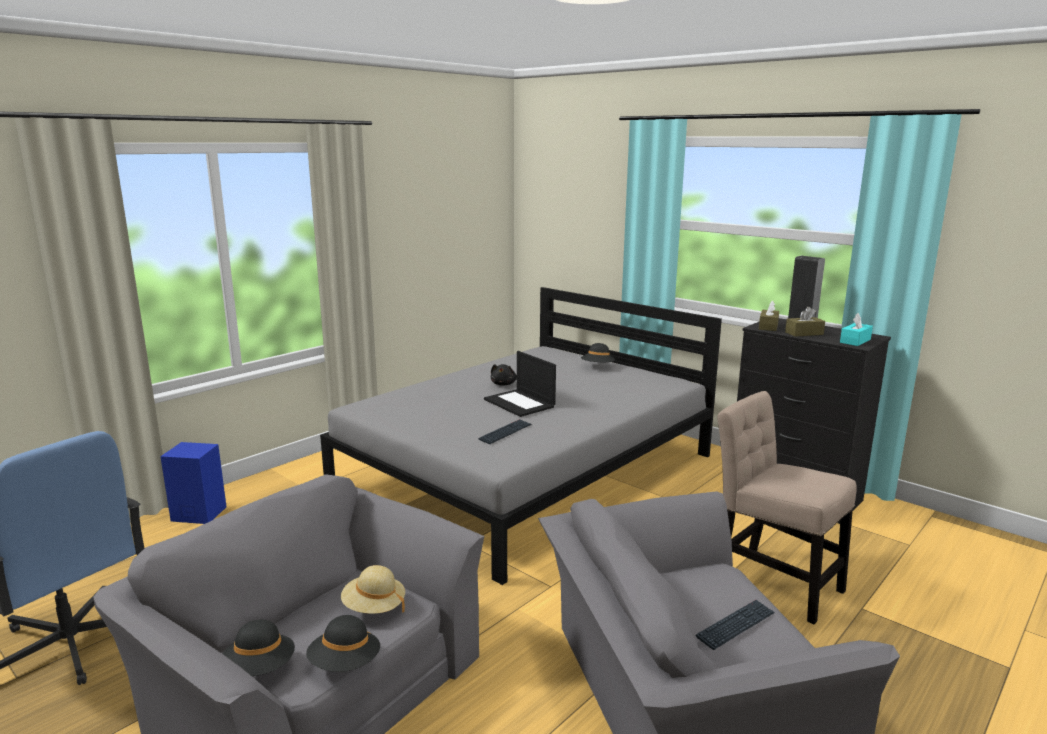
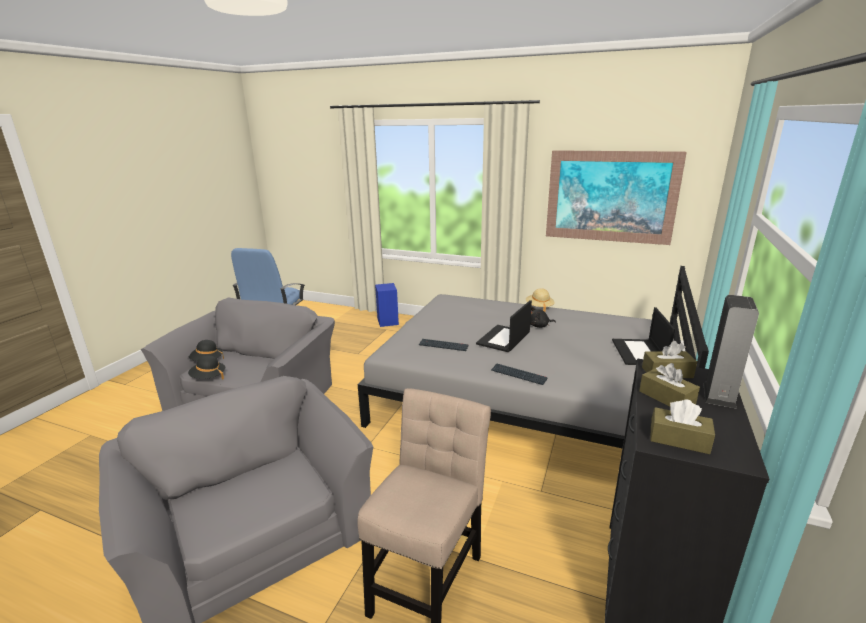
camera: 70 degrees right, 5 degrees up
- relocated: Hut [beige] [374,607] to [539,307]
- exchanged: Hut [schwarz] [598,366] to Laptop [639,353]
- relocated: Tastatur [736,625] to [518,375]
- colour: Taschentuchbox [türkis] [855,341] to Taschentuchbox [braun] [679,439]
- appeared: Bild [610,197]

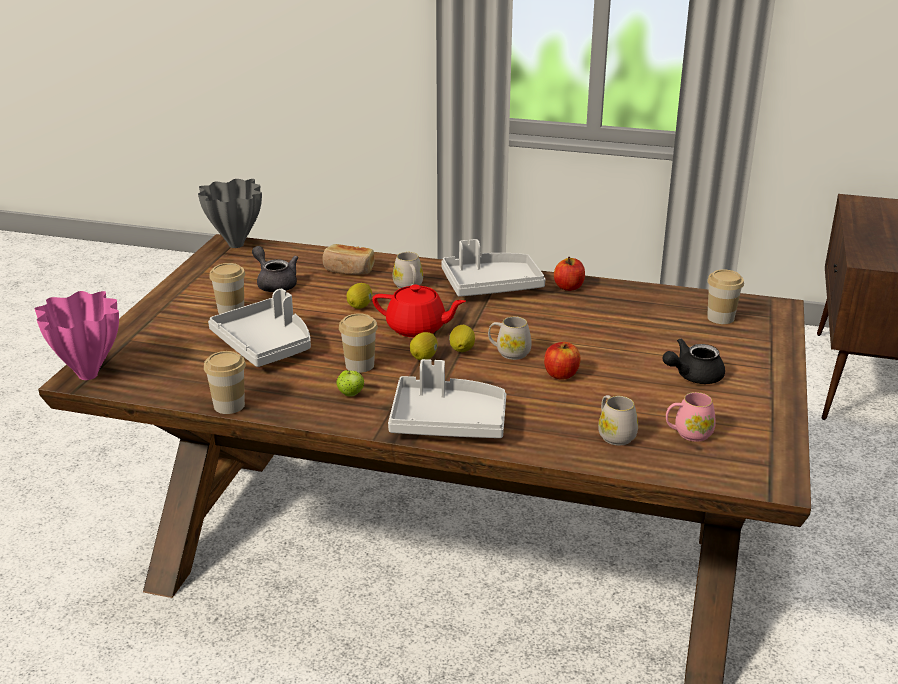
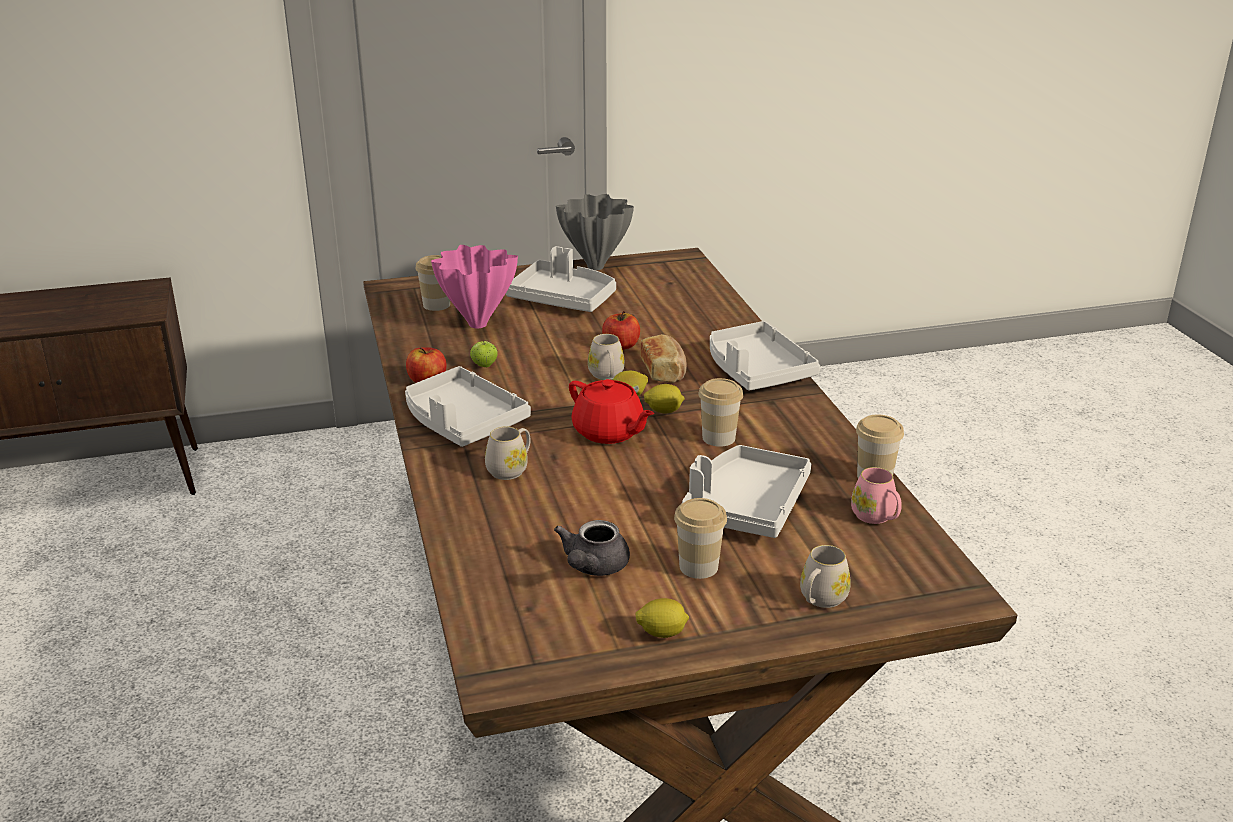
camera: 120 degrees left, 0 degrees up
- relocated: Vase [rosa] [89,374] to [476,324]
- relocated: Vase [grau] [235,245] to [597,267]
- relocated: Brot [349,270] to [664,370]
- relocated: Apfel [351,394] to [484,365]
- relocated: Zitrone [360,306] to [661,633]
- spun: Teekanne [rot] [417,328] = [609,432] 150 degrees clockwise
- relocated: Henkelbecher [weiß] [614,434] to [820,600]
- exchanged: Teekanne [schwarz] [692,376] to Tablett [grau] [563,299]
- relocated: Henkelbecher [rosa] [688,433] to [876,517]

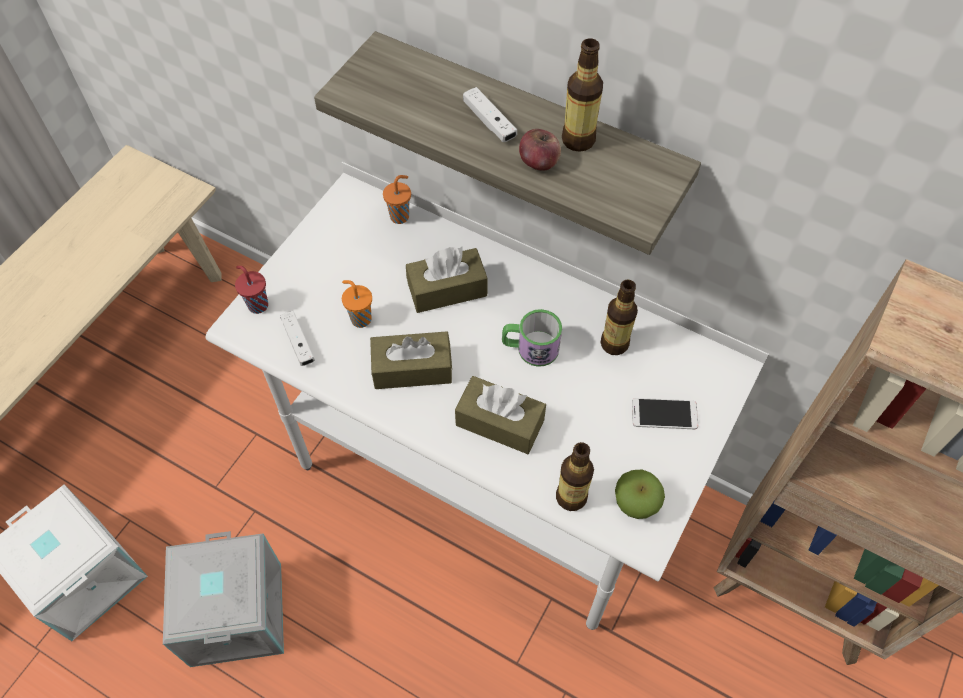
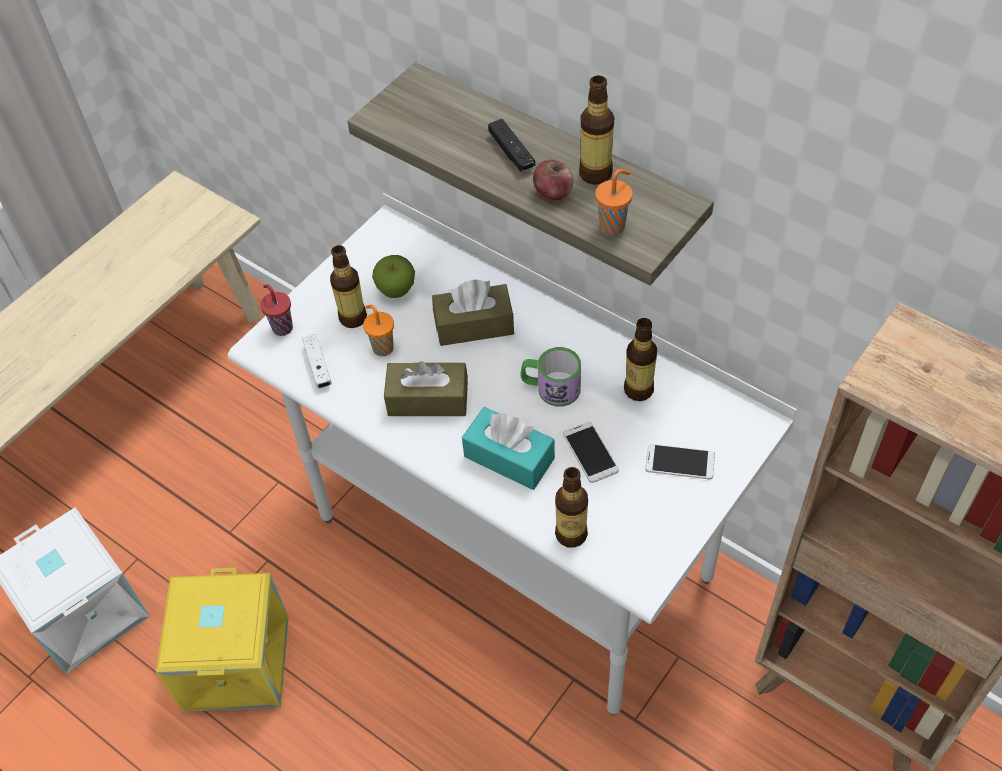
camera: 10 degrees right, 5 degrees down
- colour: Aufbewahrungsbox [grau] [234,613] to Aufbewahrungsbox [gelb] [234,662]
- relocated: Tasse [orange] [400,216] to [613,226]
- colour: Taschentuchbox [braun] [500,422] to Taschentuchbox [türkis] [509,457]
- colour: Gamepad [weiß] [489,122] to Gamepad [schwarz] [511,152]
- relocated: Apfel [635,504] to [396,290]
- appeared: Flasche [353,318]
- appeared: Handy [590,452]

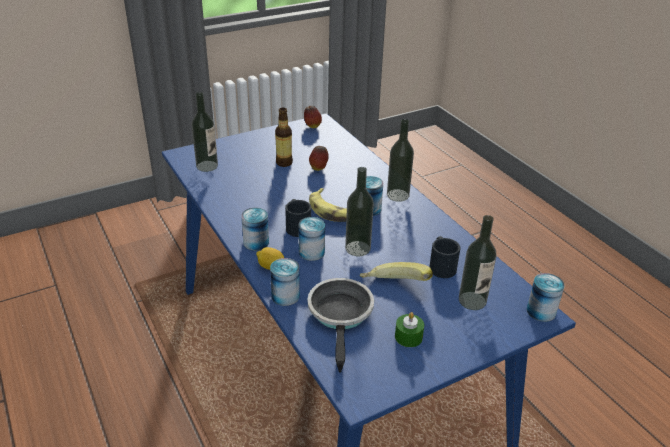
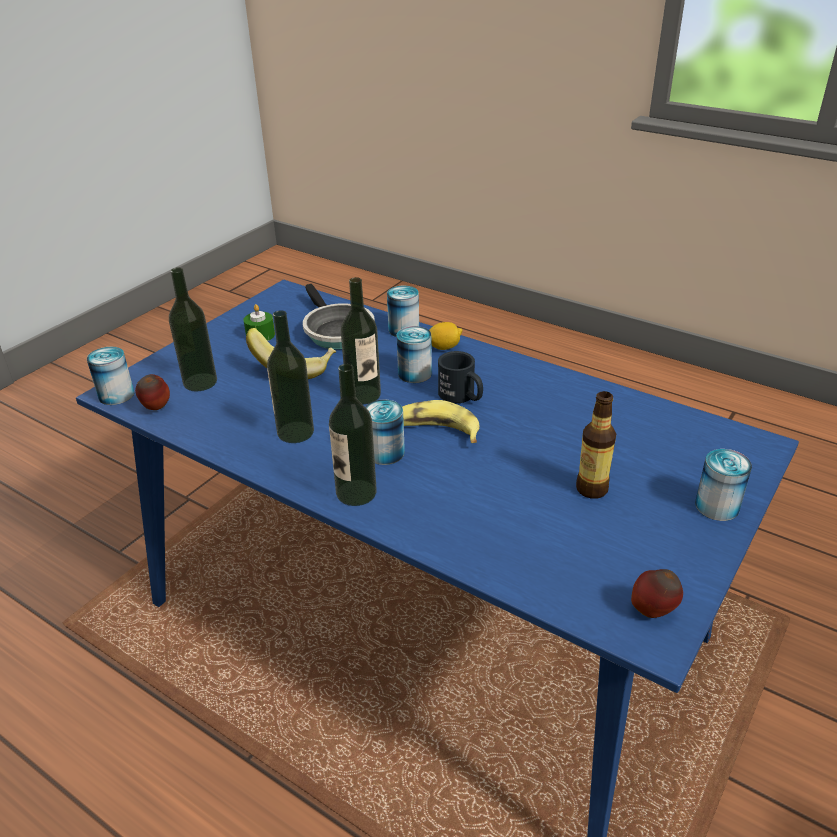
camera: 155 degrees right, 0 degrees up
- relocated: Flasche [207,166] to [295,432]
- relocated: Dose [256,242] to [717,506]
- relocated: Apfel [319,168] to [156,409]
- missing: Henkelbecher [schwarz] [441,265]

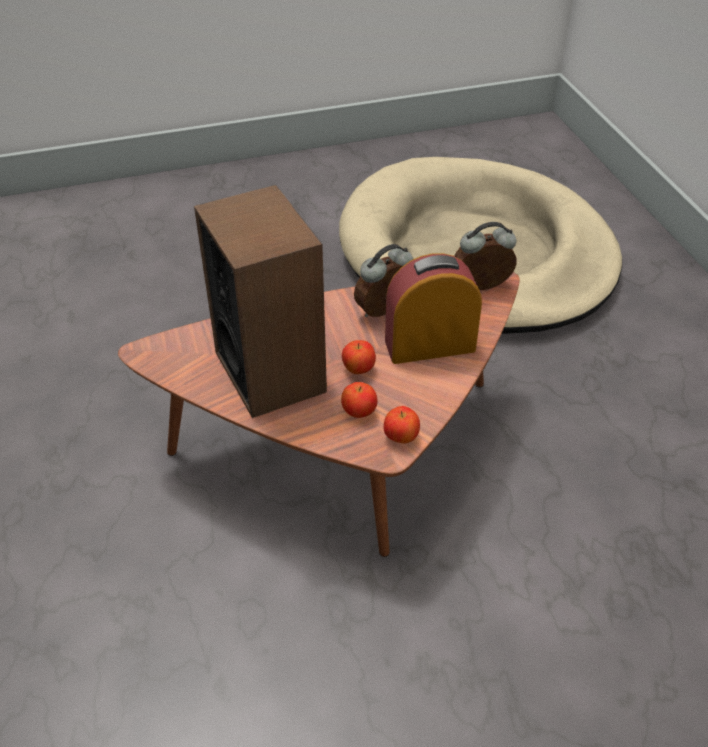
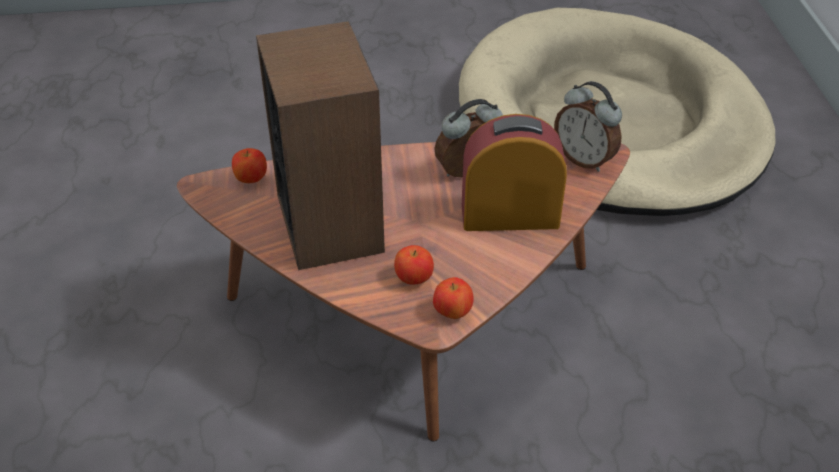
camera: 10 degrees right, 0 degrees up
- relocated: Apfel [358,369] to [251,179]
- spun: Wecker [482,288] = [584,159] 135 degrees counterclockwise

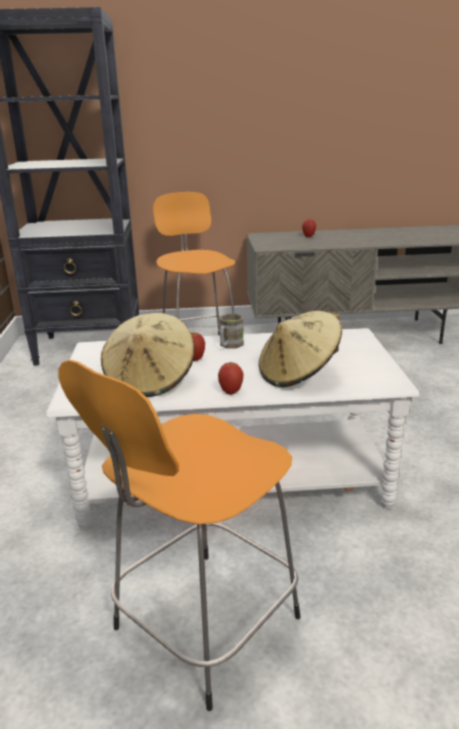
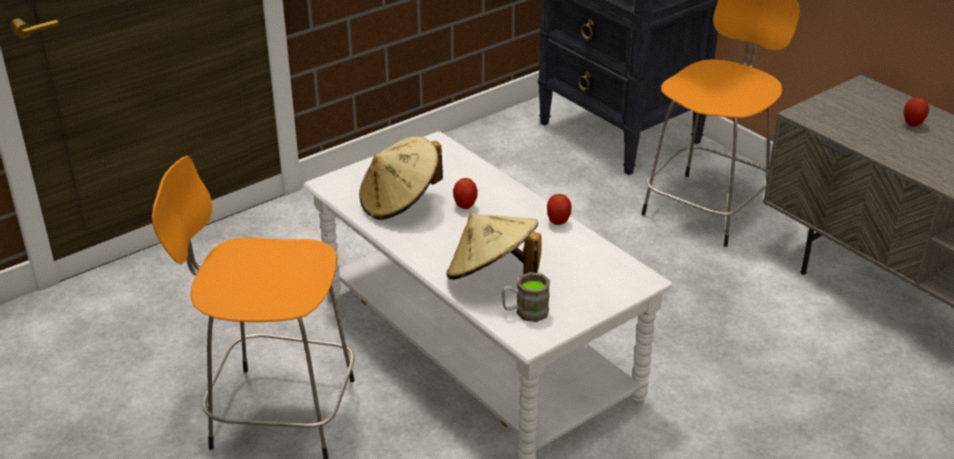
camera: 55 degrees right, 10 degrees up
- relocated: Apfel [231,392] to [558,222]
- relocated: Henkelbecher [braun] [229,345] to [525,312]

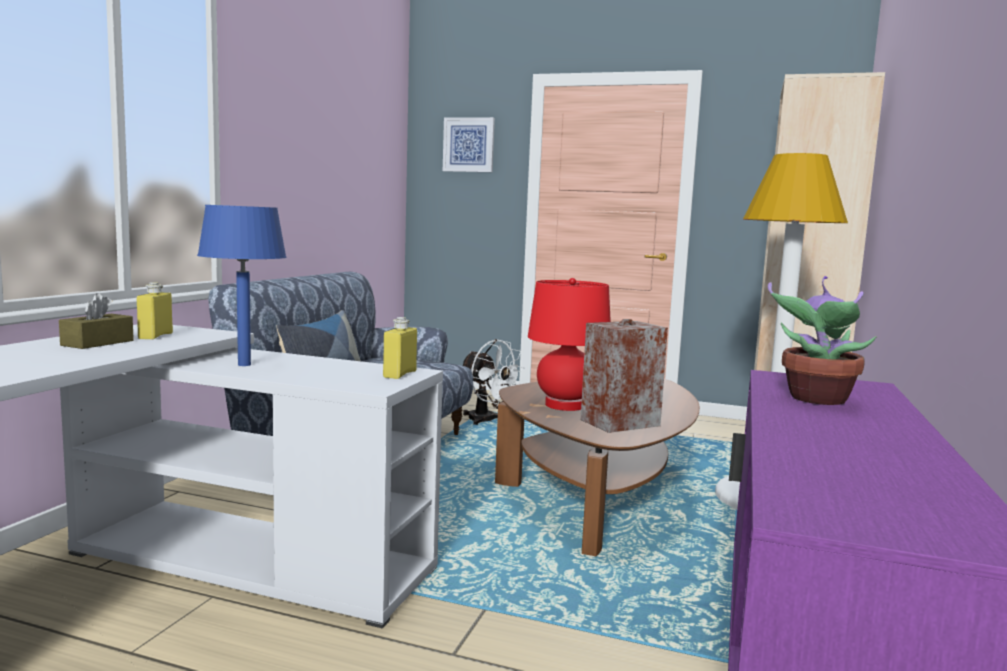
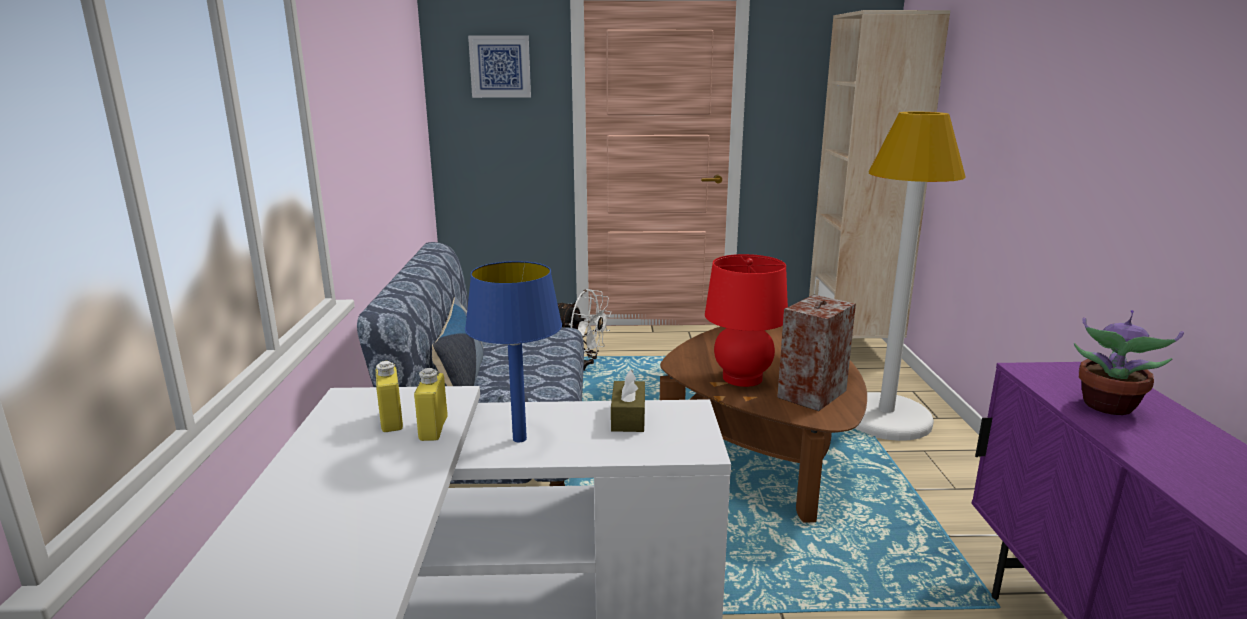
camera: 20 degrees left, 10 degrees up
- relocated: Taschentuchbox [braun] [97,343] to [628,417]
- relocated: Flasche [gelb] [400,374] to [433,429]

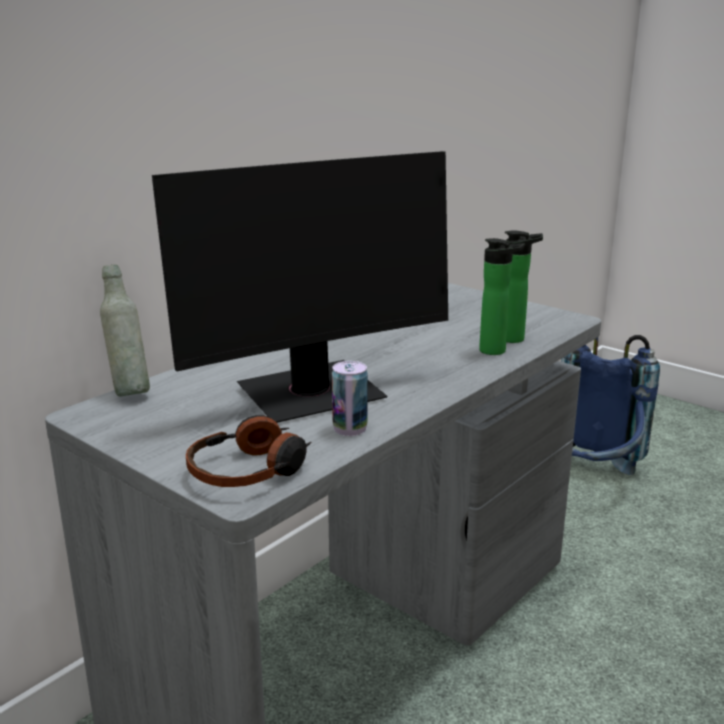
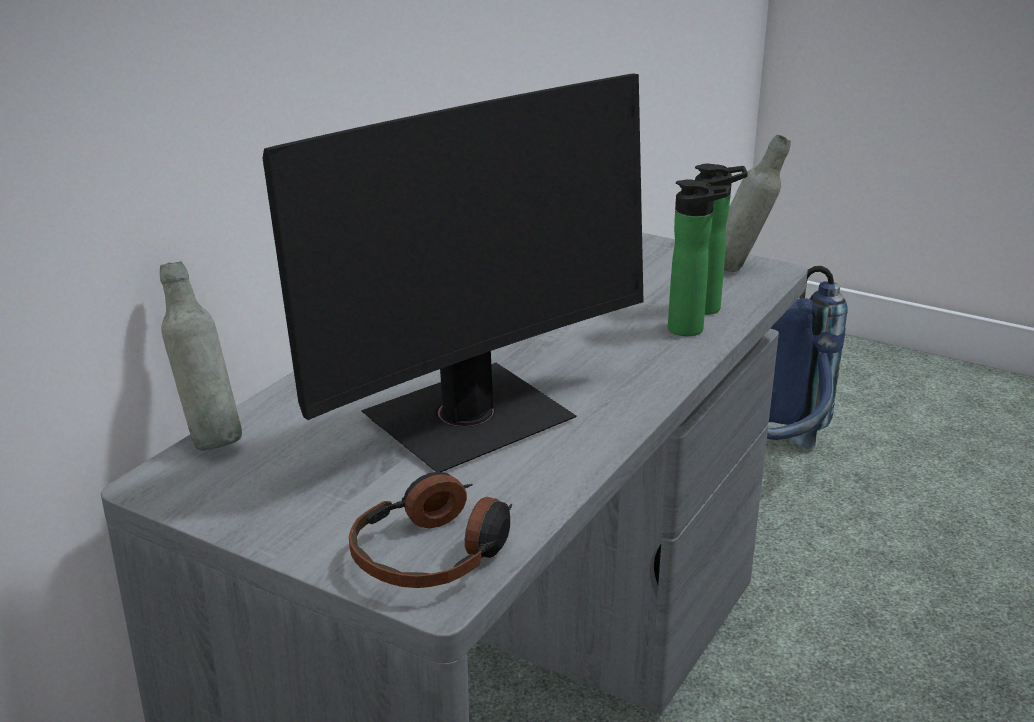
camera: 10 degrees left, 5 degrees up
- missing: Dose [350,428]
- appeared: Flasche [grau] [742,269]

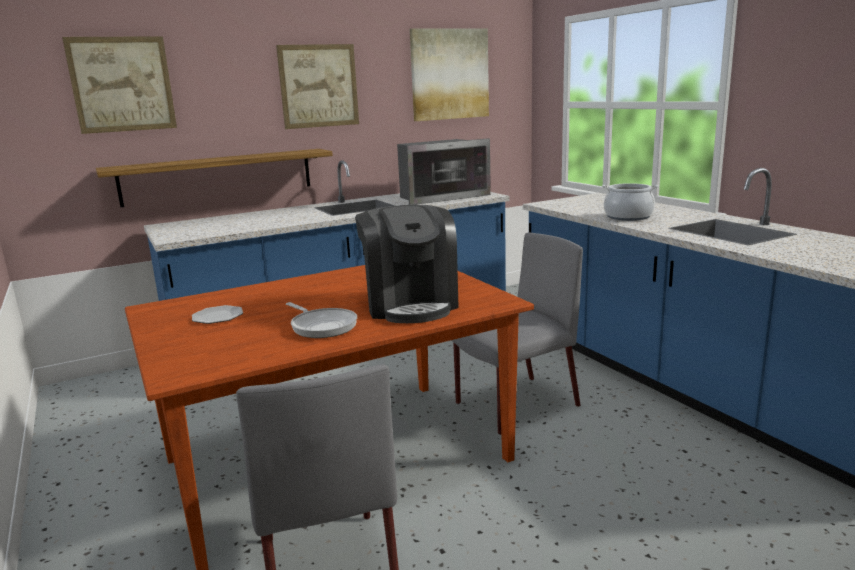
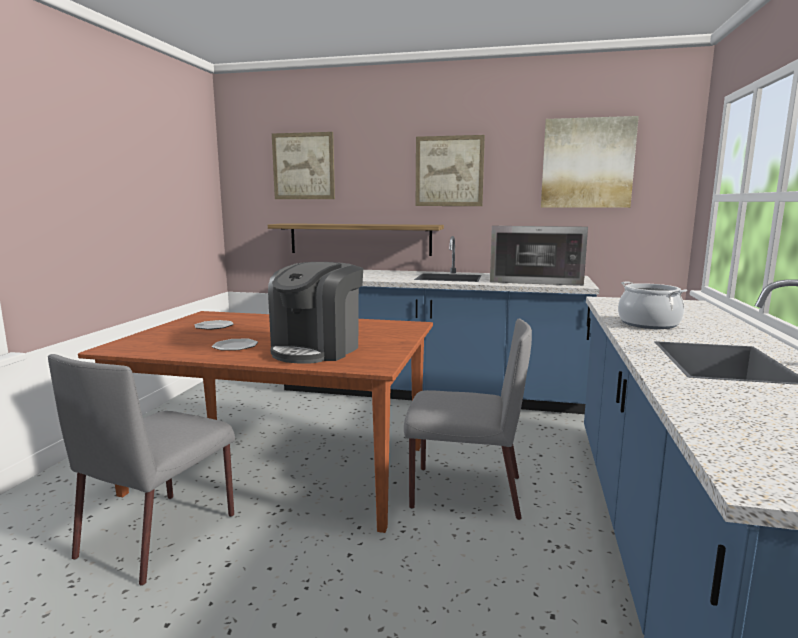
camera: 40 degrees right, 5 degrees down
- exchanged: Pfanne [322,326] to Teller [235,346]

